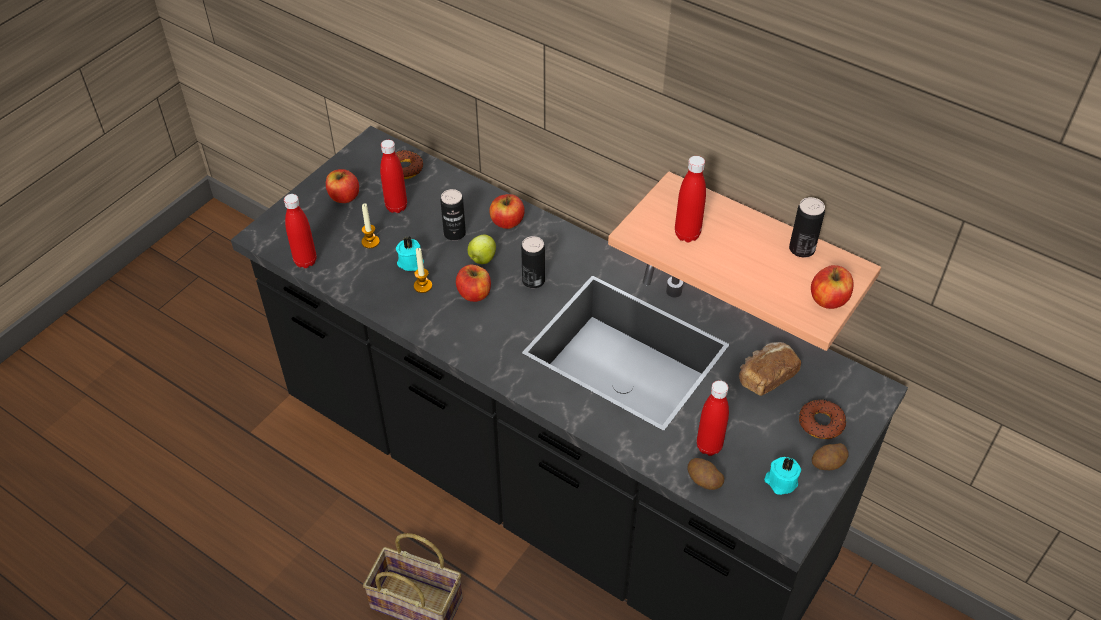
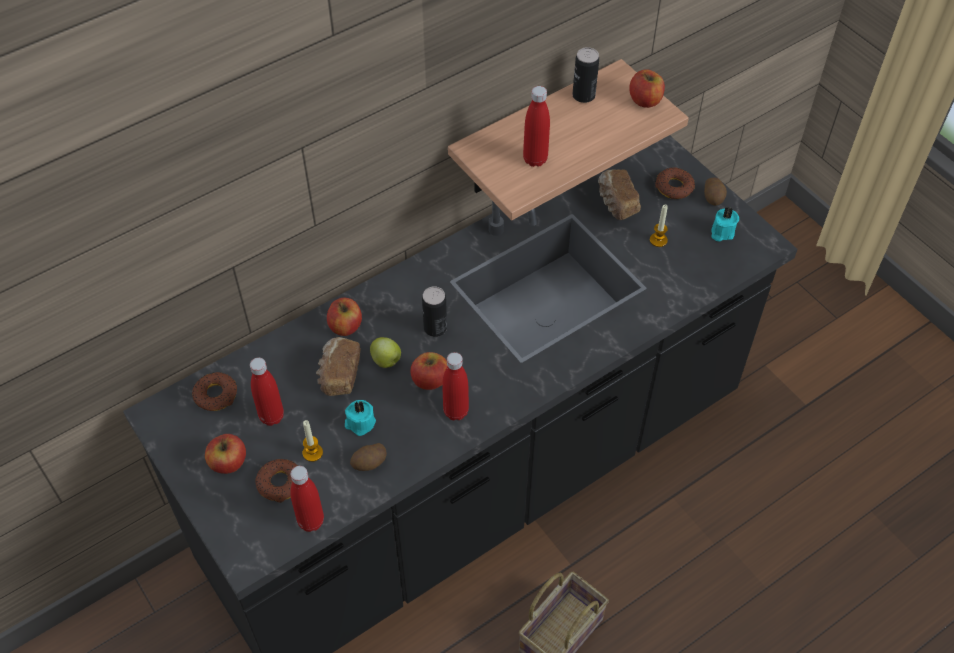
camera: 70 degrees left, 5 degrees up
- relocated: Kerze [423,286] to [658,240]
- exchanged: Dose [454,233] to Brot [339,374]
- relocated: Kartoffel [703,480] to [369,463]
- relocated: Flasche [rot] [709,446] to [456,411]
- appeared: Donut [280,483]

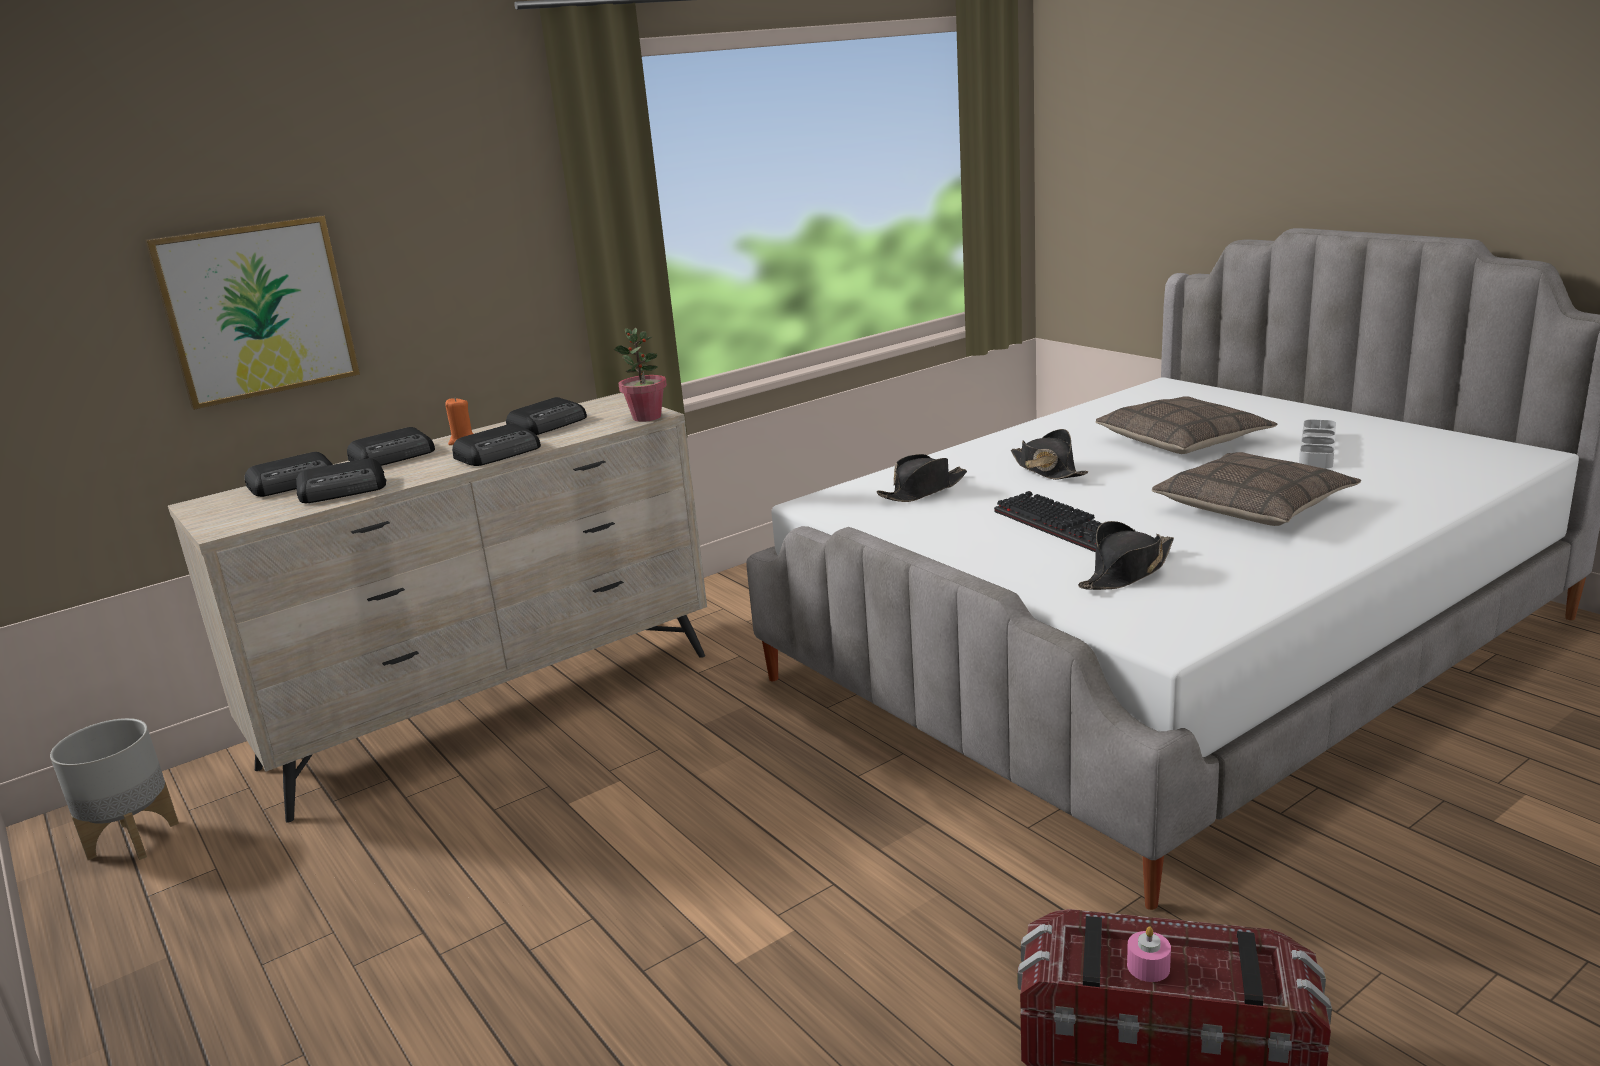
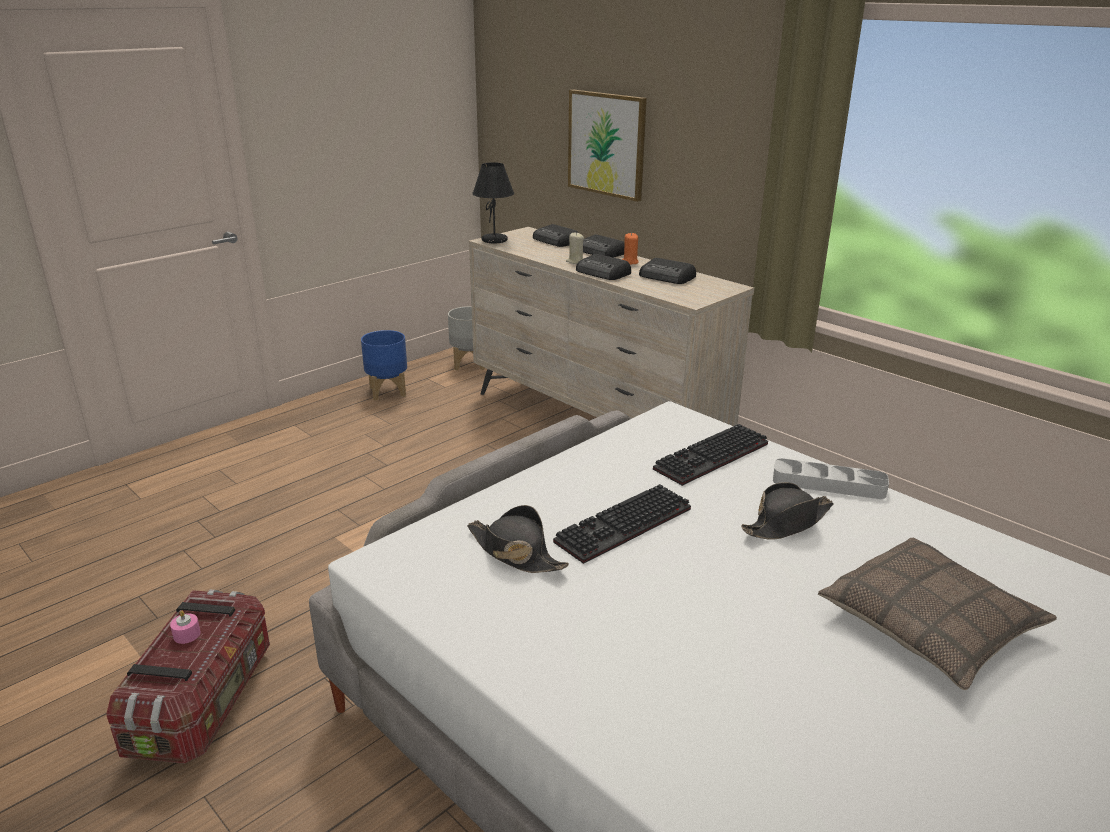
camera: 80 degrees right, 5 degrees up
- missing: Radio [344,490]
- missing: Topfpflanze [647,417]
- exchanged: Hut [schwarz] [923,490] to Tastatur [712,458]
- missing: Kissen [1254,506]
- relocated: Tablett [grau] [1317,450] to [828,484]
- appeared: Pflanzkübel [blau] [388,392]
- appeared: Tischlampe [schwarz] [494,240]
- appeared: Kerze [beige] [575,261]

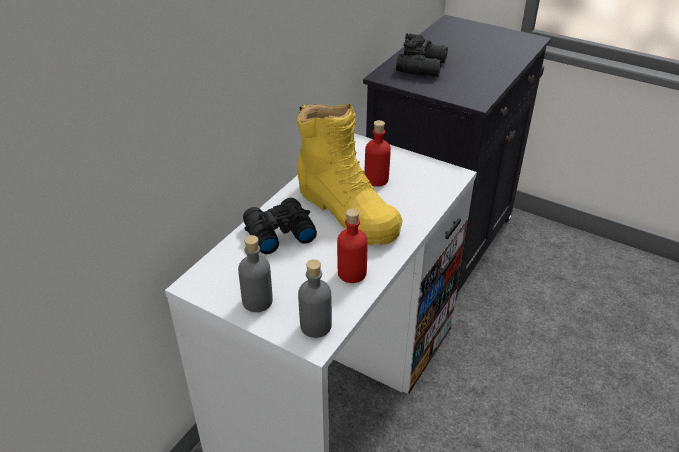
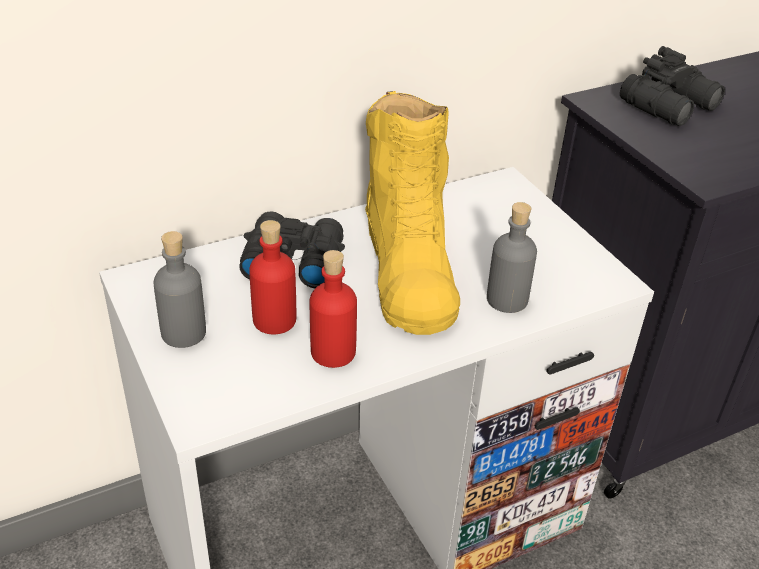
camera: 30 degrees right, 0 degrees up
- relocated: Flasche [grau] [315,326] to [507,299]
- relocated: Flasche [rot] [376,179] to [274,320]

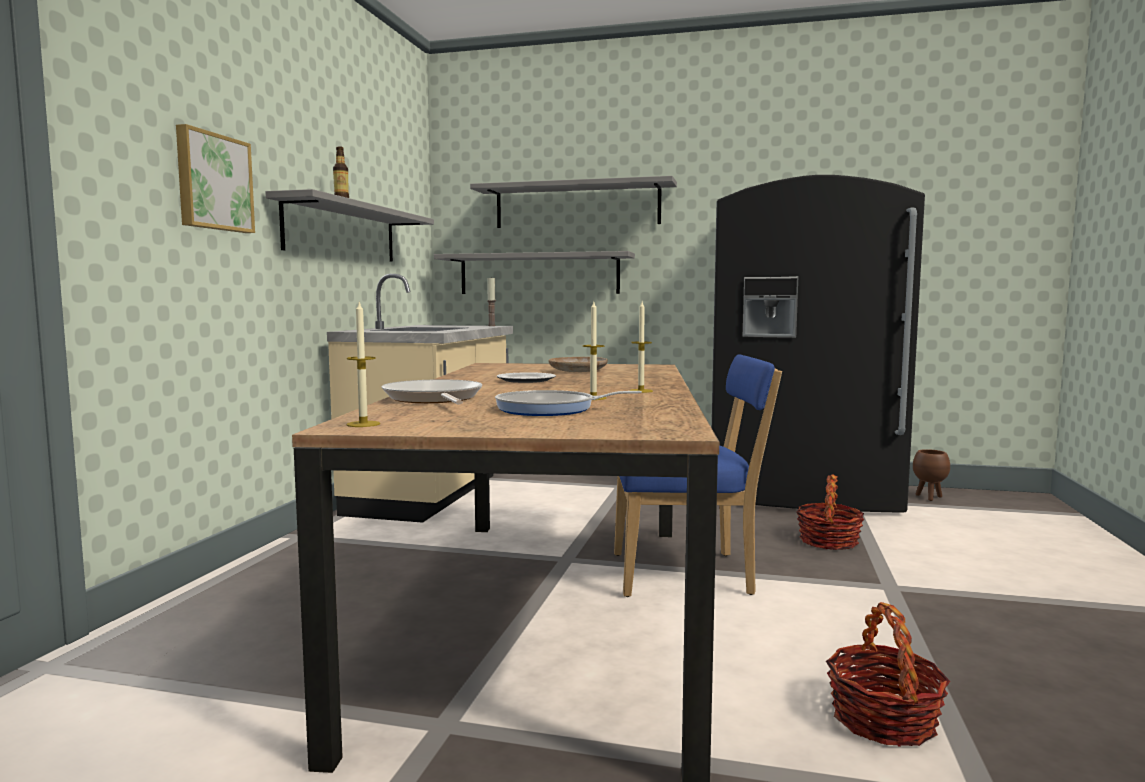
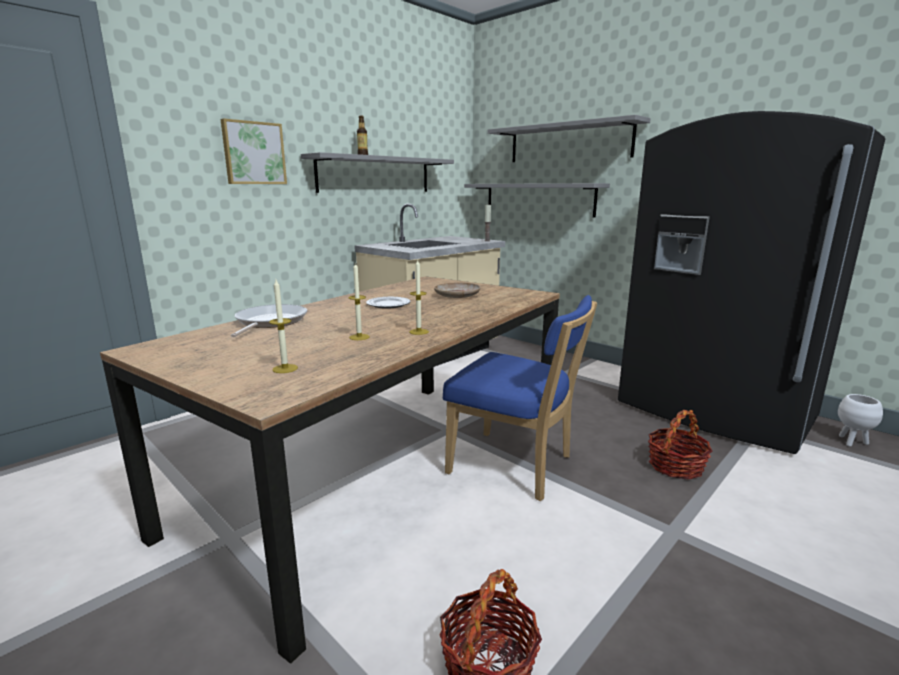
camera: 30 degrees right, 10 degrees up
- relocated: Kerze [363,424] to [285,368]
- missing: Pfanne [551,409]
- colour: Pflanzkübel [braun] [929,497] to Pflanzkübel [weiß] [852,442]

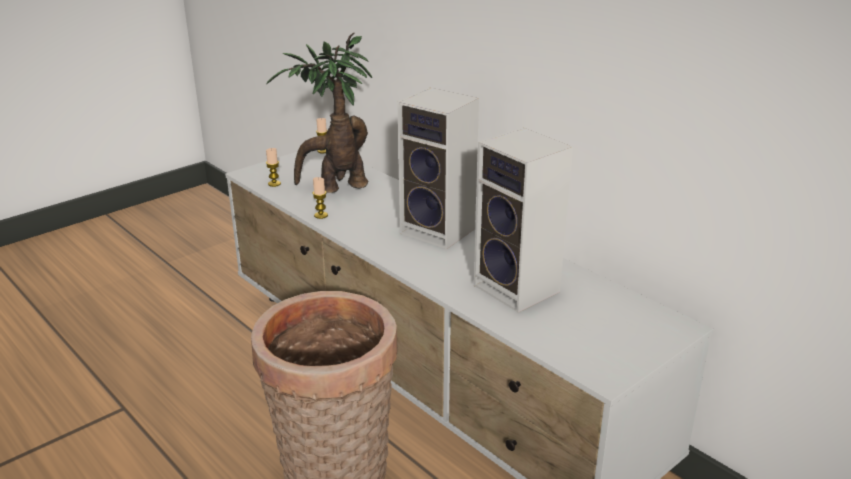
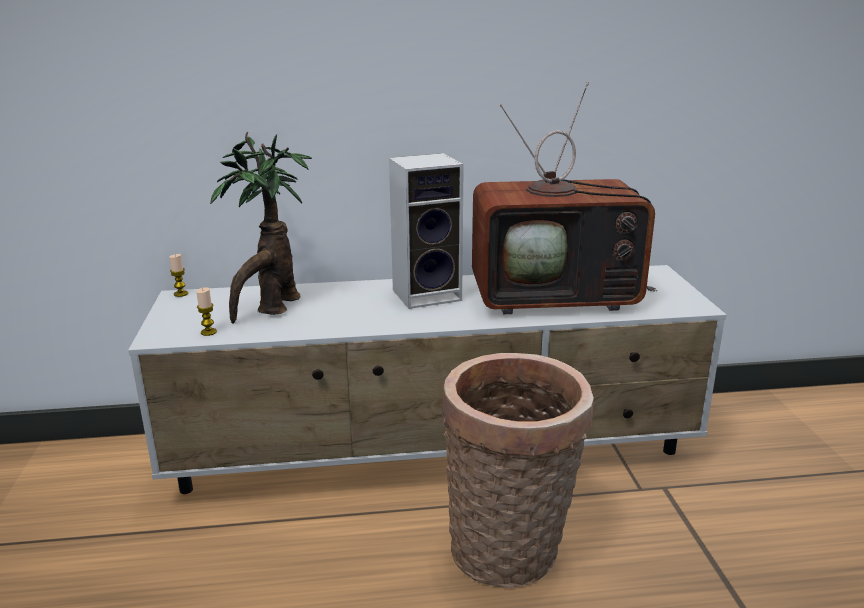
camera: 55 degrees left, 5 degrees down
- missing: Kerze [321,215]
- exchanged: Lautsprecher [520,289] to Fernseher [557,296]

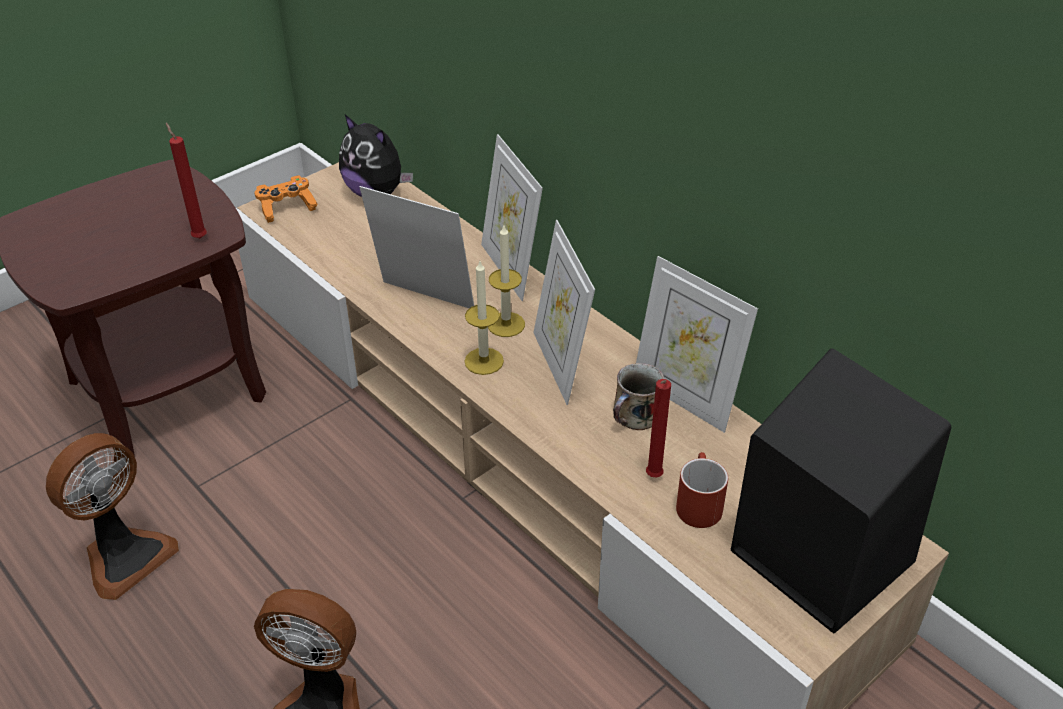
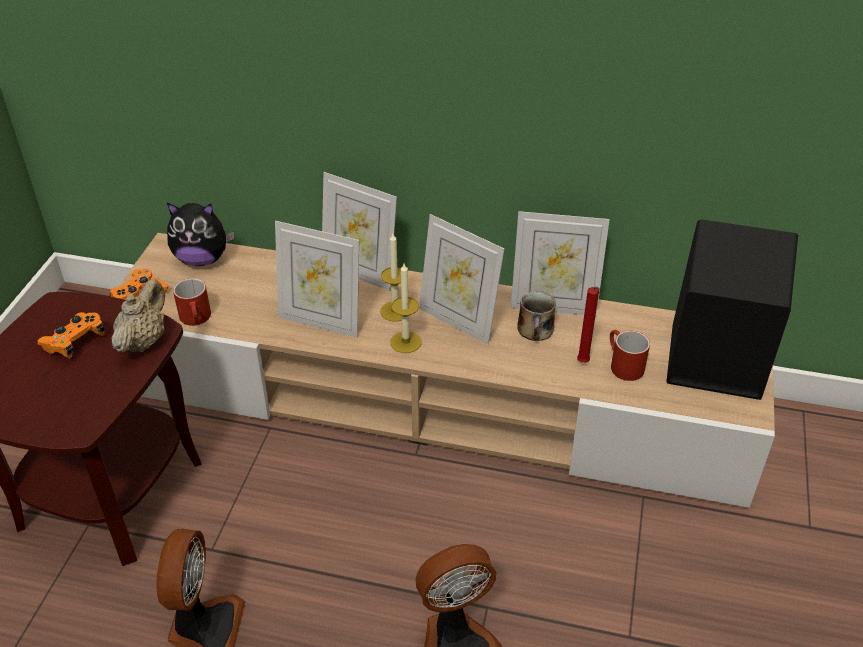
camera: 35 degrees left, 0 degrees up
- exchanged: Kerze [rot] [198,237] to Teekanne [beige] [144,340]
- spun: Bilderrahmen [423,301] = [321,321] 150 degrees counterclockwise
- appeared: Gamepad [orange] [75,342]
- appeared: Henkelbecher [rot] [197,319]

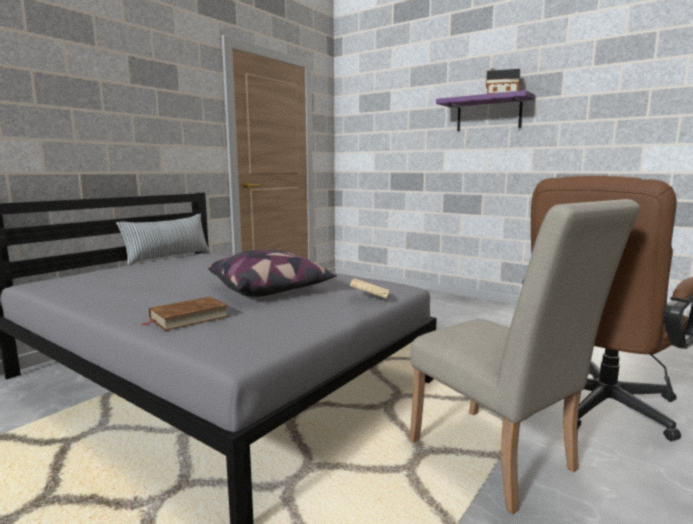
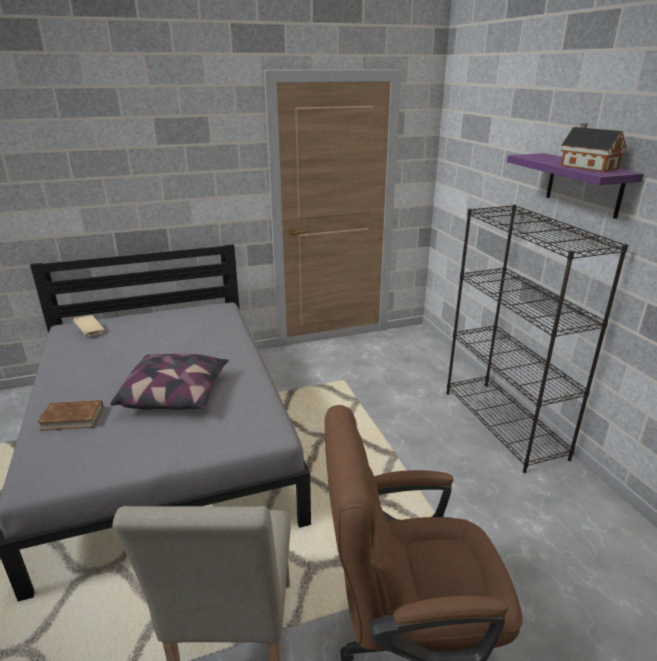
camera: 35 degrees right, 15 degrees up
- missing: Kissen [168,257]
- relocated: Buch [beige] [369,298] to [90,332]
- appeared: Bücherregal [schwarz] [504,424]

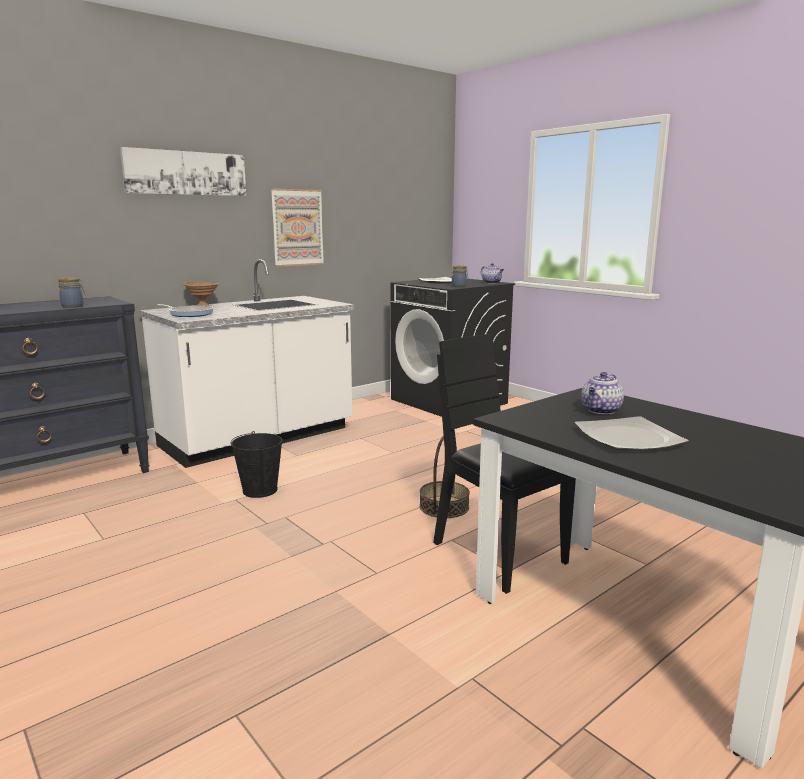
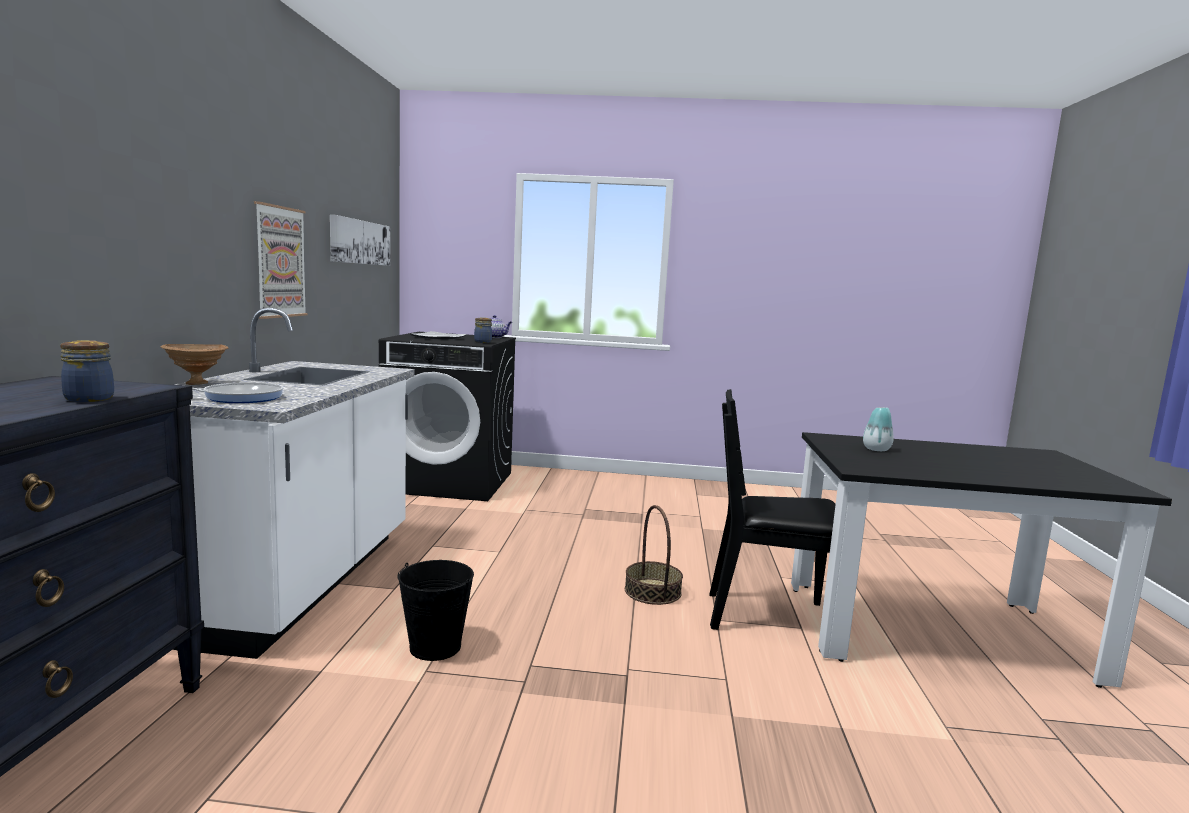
camera: 45 degrees left, 5 degrees down
- relocated: Bild [186,173] to [360,242]
- missing: Teller [627,438]
- exchanged: Teekanne [601,410] to Vase [876,449]

